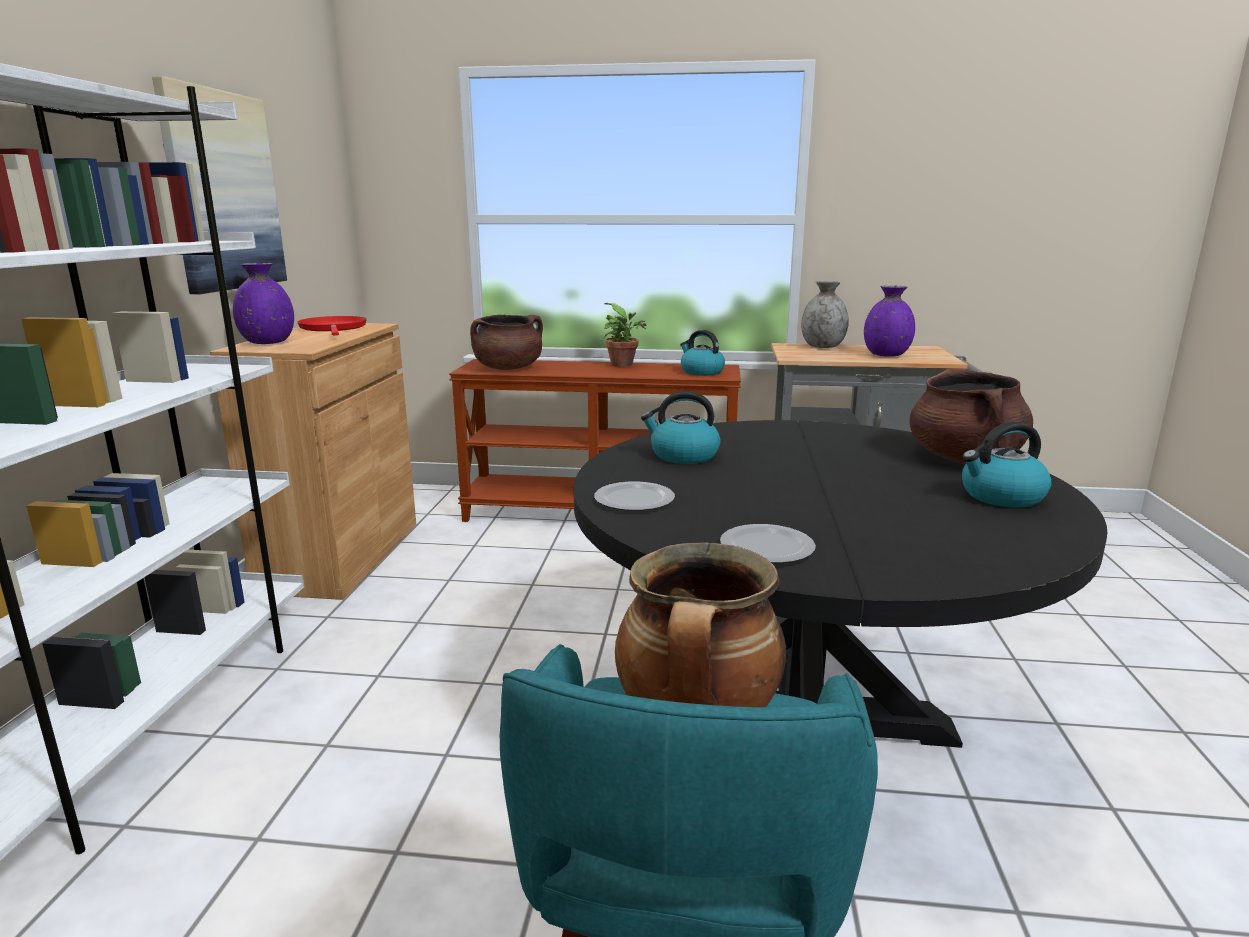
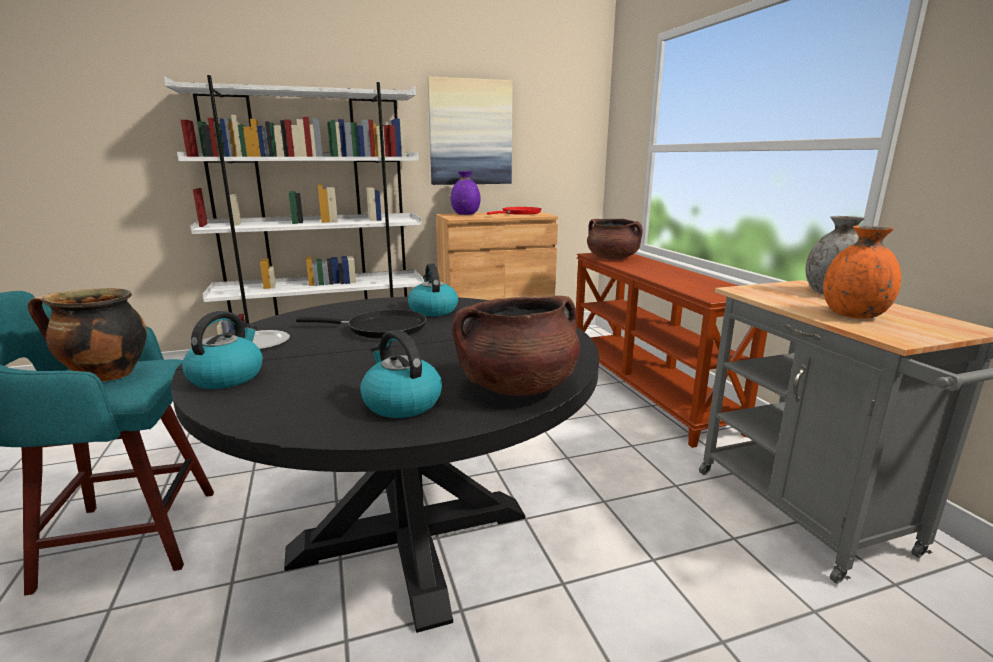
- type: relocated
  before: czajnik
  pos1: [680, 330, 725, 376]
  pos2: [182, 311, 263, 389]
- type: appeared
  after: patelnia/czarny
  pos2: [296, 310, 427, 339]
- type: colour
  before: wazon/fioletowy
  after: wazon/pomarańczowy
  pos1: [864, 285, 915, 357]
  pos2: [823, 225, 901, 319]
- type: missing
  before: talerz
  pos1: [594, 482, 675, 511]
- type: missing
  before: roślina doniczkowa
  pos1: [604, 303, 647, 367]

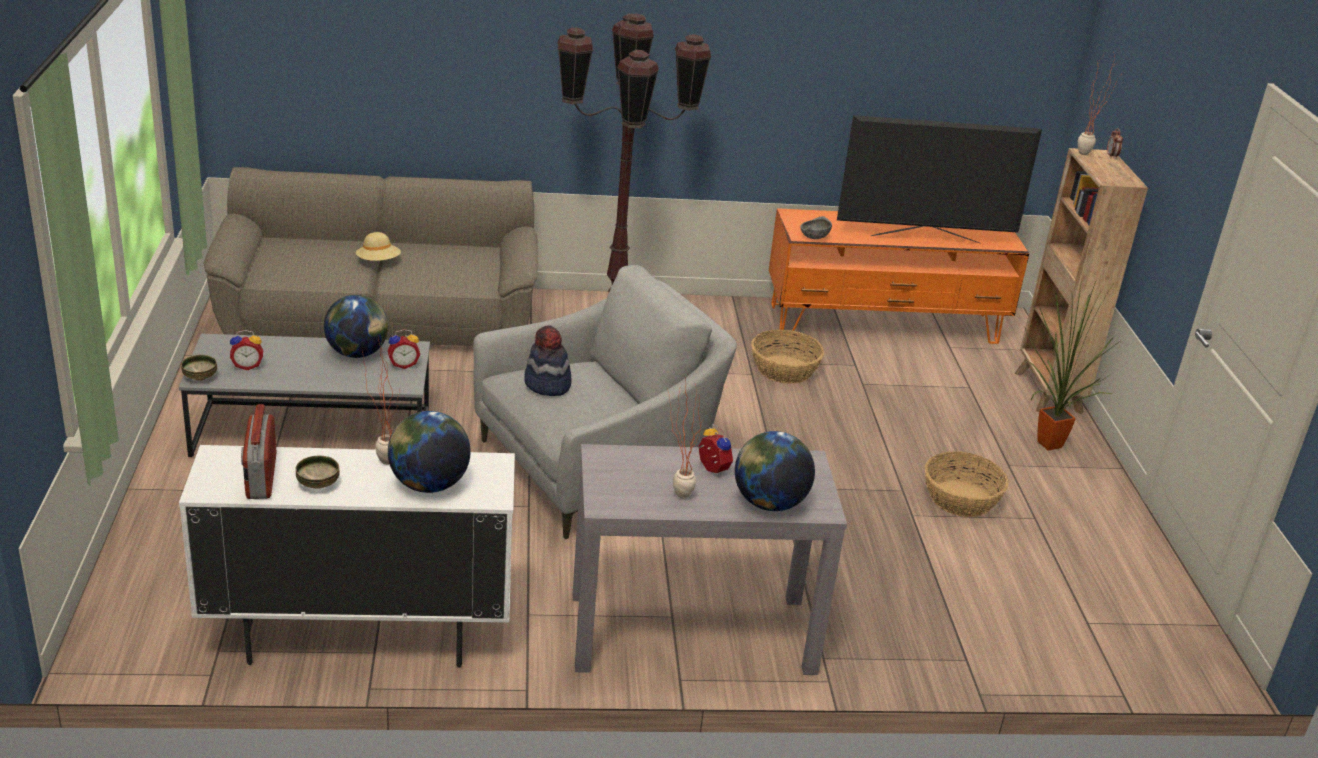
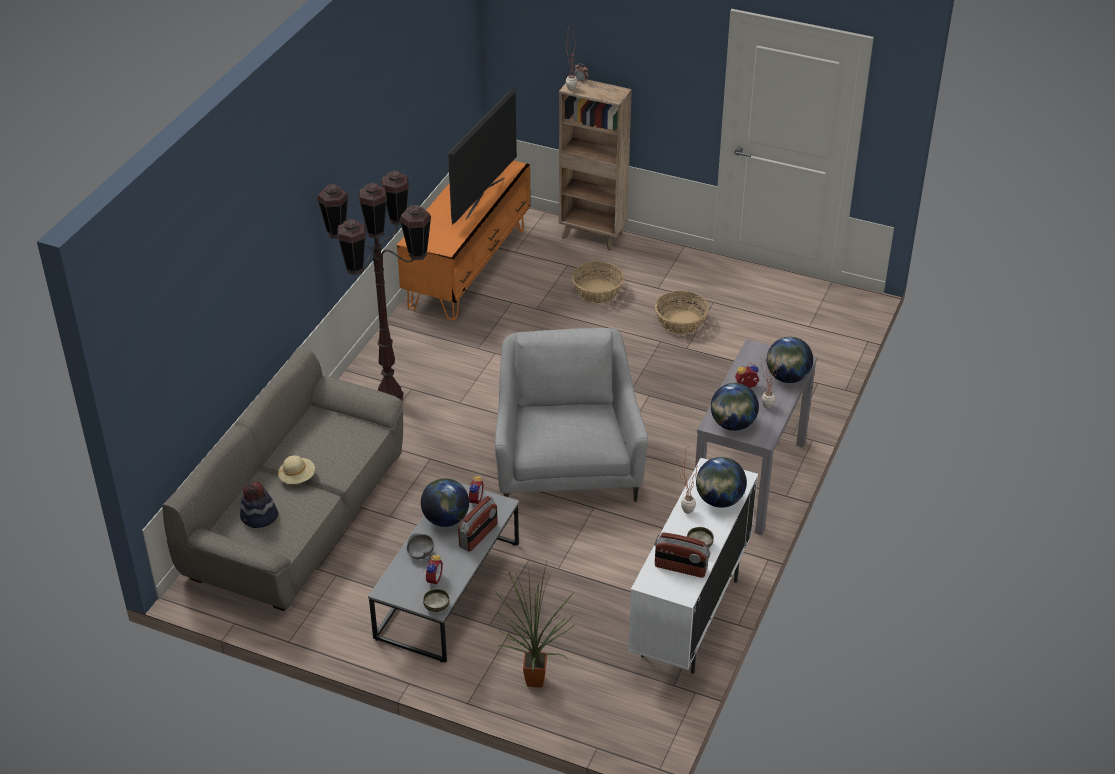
- type: relocated
  before: kapelusz
  pos1: [524, 325, 571, 396]
  pos2: [240, 481, 279, 528]
- type: relocated
  before: miska/szary
  pos1: [800, 216, 832, 239]
  pos2: [406, 533, 434, 559]
- type: appeared
  after: radio
  pos2: [458, 496, 498, 552]
- type: relocated
  before: roślina doniczkowa
  pos1: [1025, 279, 1120, 450]
  pos2: [494, 562, 575, 687]
- type: relocated
  before: koszyk
  pos1: [751, 329, 824, 384]
  pos2: [572, 261, 624, 303]
- type: appeared
  after: globus
  pos2: [711, 383, 759, 431]

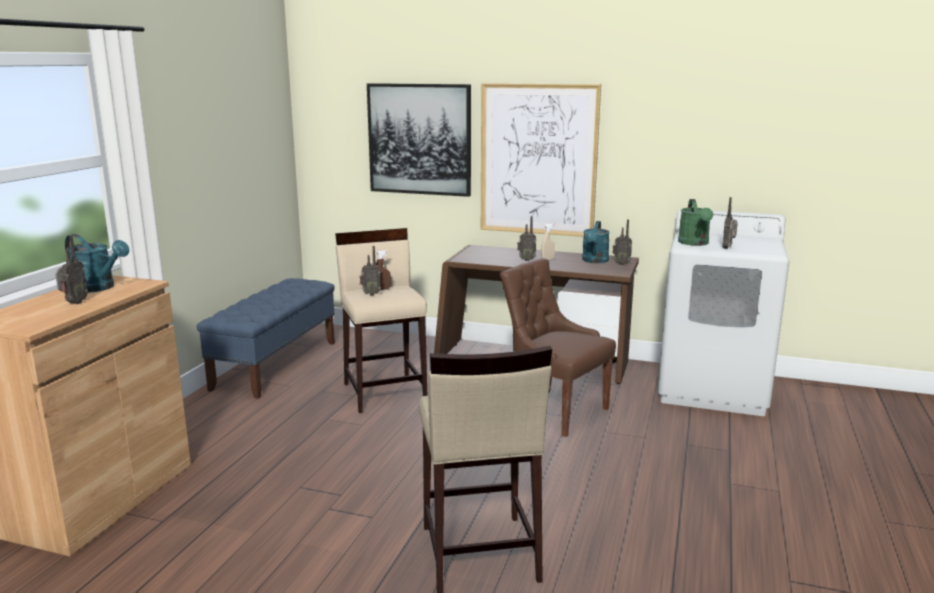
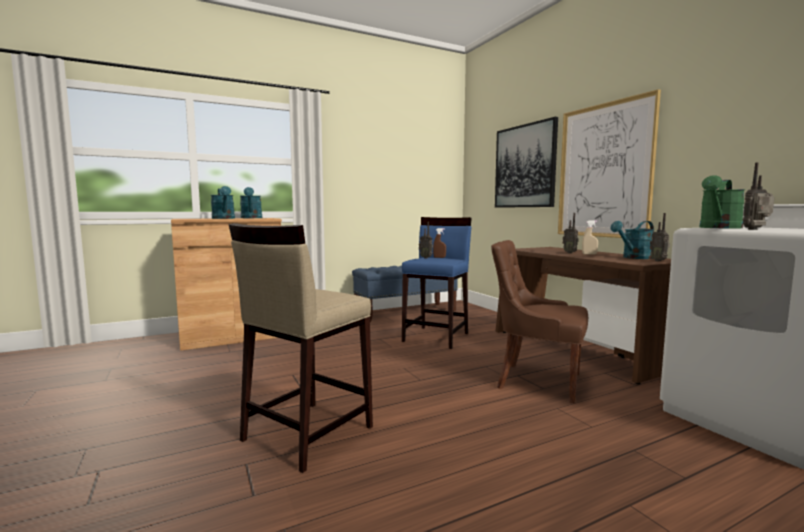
- type: exchanged
  before: radio
  after: konewka/turkusowy
  pos1: [55, 235, 88, 304]
  pos2: [211, 186, 235, 219]
- type: colour
  before: stołek/beżowy
  after: stołek/niebieski
  pos1: [335, 228, 427, 413]
  pos2: [402, 217, 472, 349]
- type: spun
  before: krzesło/brązowy
  pos1: [500, 258, 616, 437]
  pos2: [491, 240, 588, 403]
  turn: -60

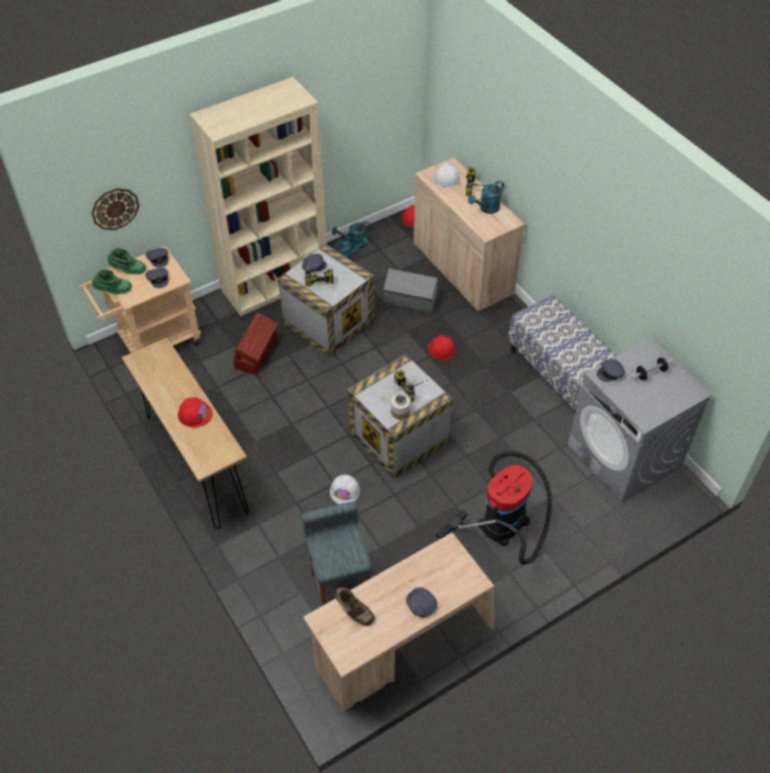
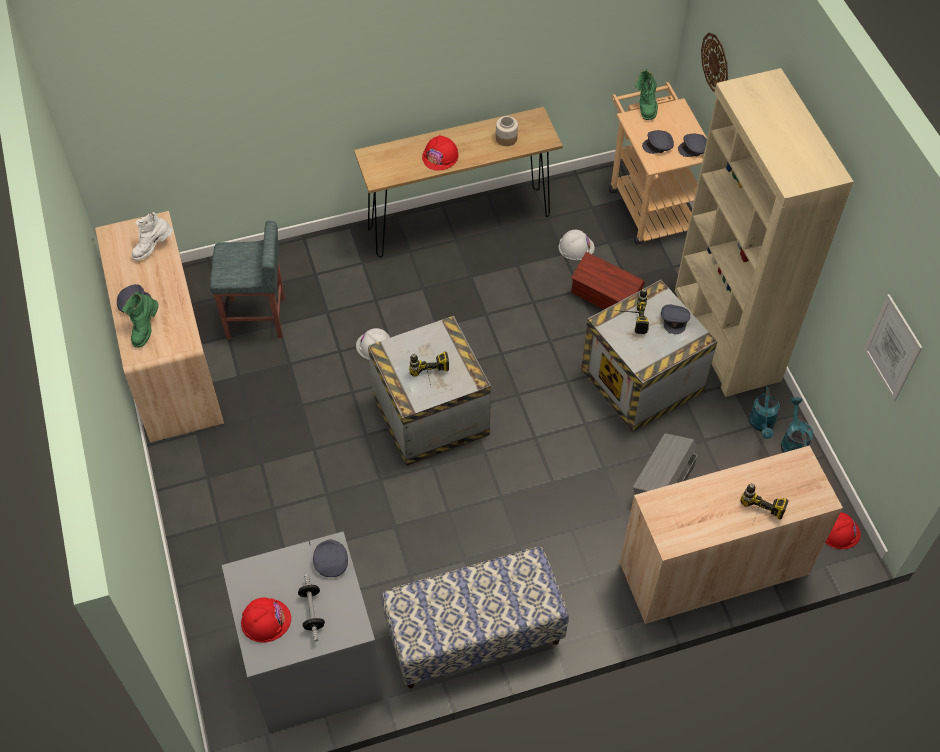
- type: relocated
  before: but z cholewką/zielony
  pos1: [107, 248, 146, 274]
  pos2: [122, 292, 159, 348]
- type: colour
  before: but z cholewką/brązowy
  after: but z cholewką/biały
  pos1: [335, 587, 375, 626]
  pos2: [132, 212, 173, 261]
- type: relocated
  before: kask/czerwony
  pos1: [428, 335, 456, 360]
  pos2: [241, 598, 291, 643]
- type: relocated
  before: słoik
  pos1: [391, 393, 410, 420]
  pos2: [496, 116, 518, 146]
- type: relocated
  before: kask/biały
  pos1: [433, 163, 460, 188]
  pos2: [558, 230, 595, 260]
- type: appeared
  after: obraz
  pos2: [863, 294, 922, 401]
- type: missing
  before: odkurzacz
  pos1: [436, 451, 552, 565]
- type: missing
  before: konewka/turkusowy
  pos1: [468, 181, 504, 214]

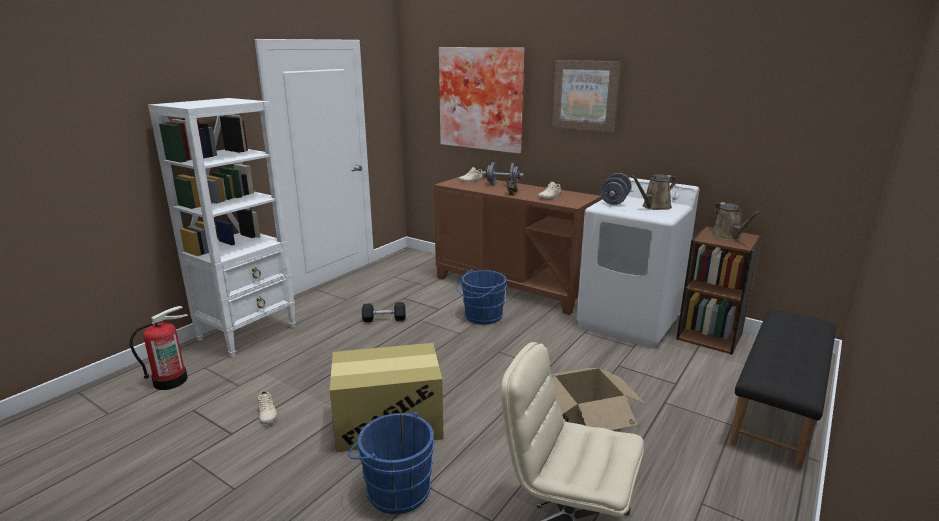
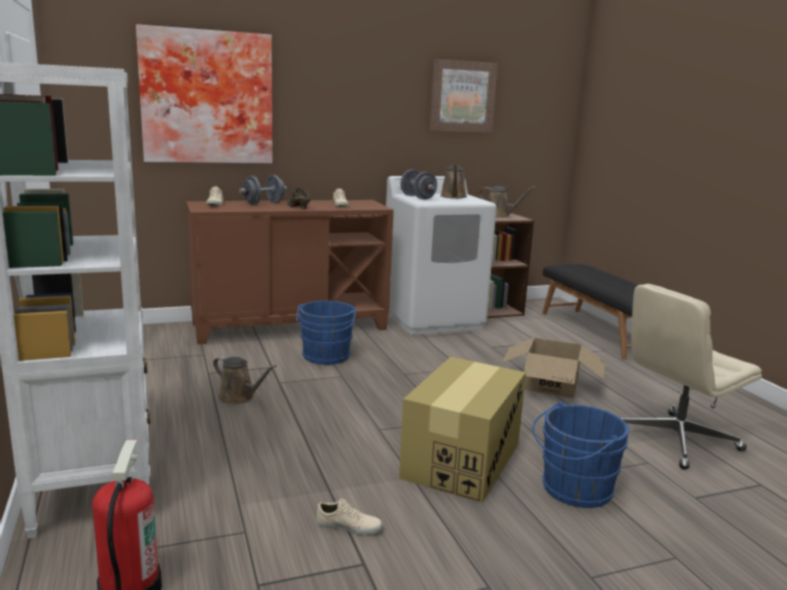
- type: exchanged
  before: hantel/czarny
  after: konewka/brązowy
  pos1: [362, 302, 406, 322]
  pos2: [213, 356, 276, 404]
- type: relocated
  before: obraz
  pos1: [552, 60, 621, 132]
  pos2: [430, 59, 498, 133]

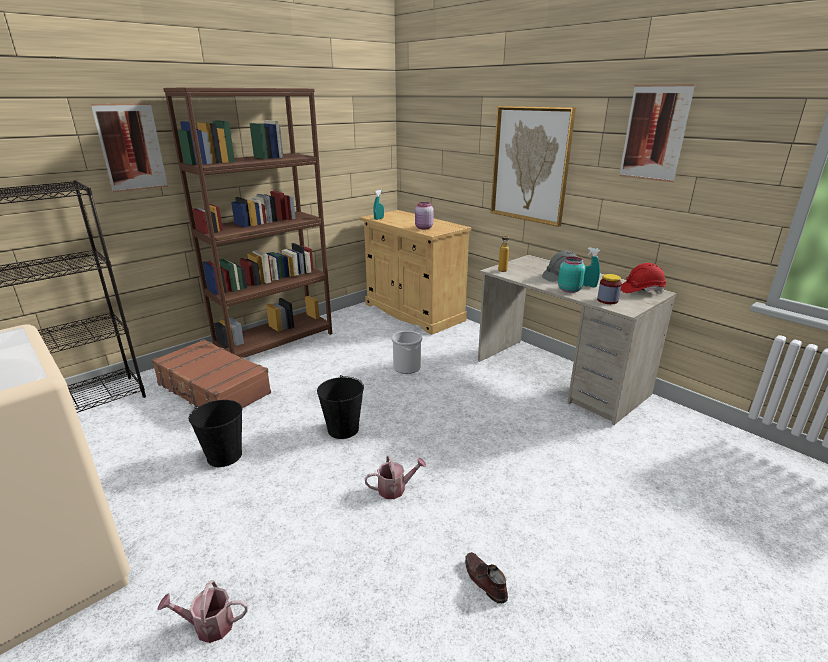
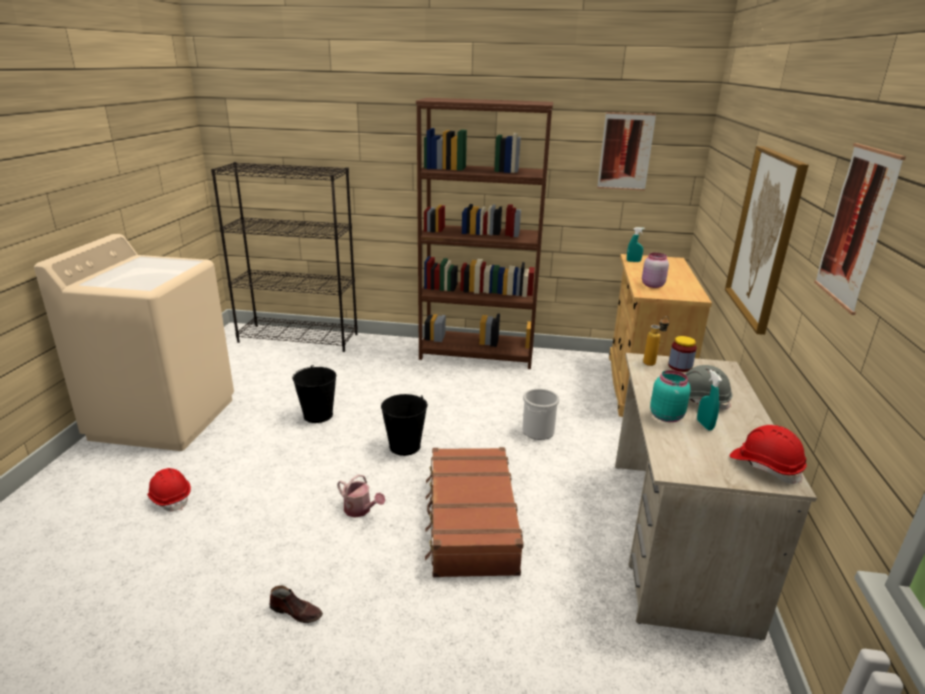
- type: exchanged
  before: konewka
  after: kask/czerwony
  pos1: [157, 580, 248, 643]
  pos2: [147, 468, 191, 512]
- type: spun
  before: but/brązowy
  pos1: [465, 552, 508, 604]
  pos2: [270, 585, 323, 623]
  turn: 90
- type: relocated
  before: walizka/brązowy
  pos1: [152, 339, 271, 408]
  pos2: [425, 447, 524, 577]
- type: relocated
  before: obraz
  pos1: [91, 103, 168, 192]
  pos2: [597, 112, 656, 191]
- type: relocated
  before: słoik
  pos1: [597, 274, 622, 304]
  pos2: [668, 336, 697, 372]

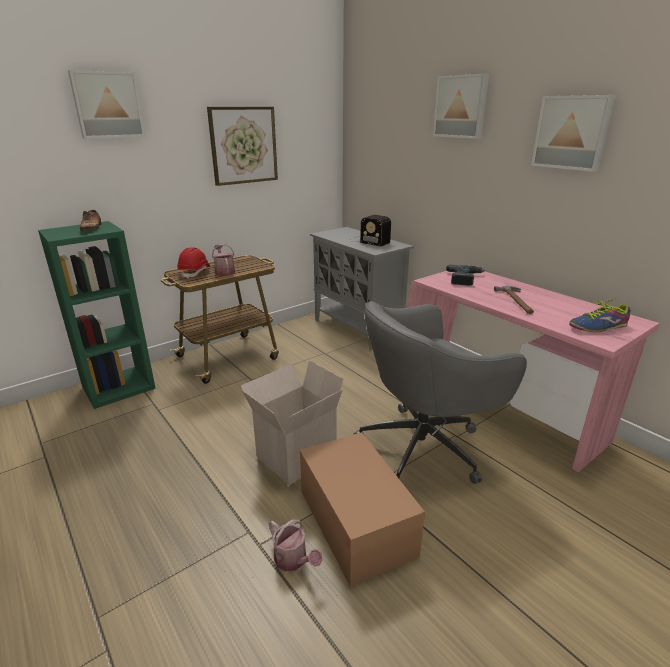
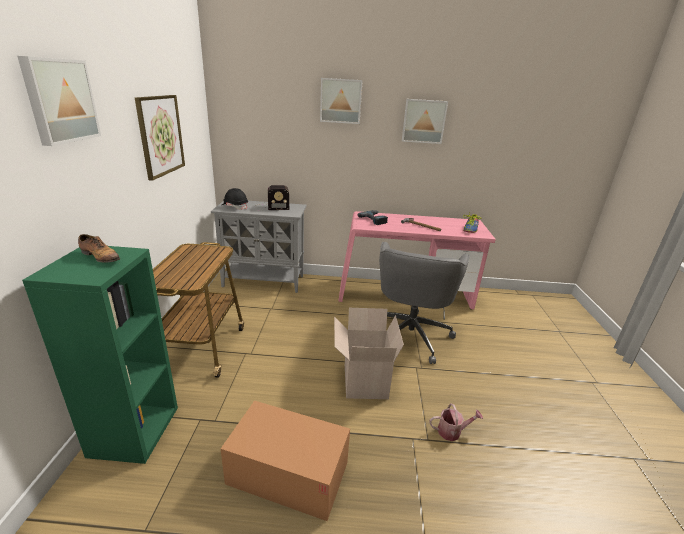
- type: relocated
  before: karton
  pos1: [300, 432, 425, 587]
  pos2: [221, 400, 350, 521]
- type: appeared
  after: kask/czarny
  pos2: [222, 188, 248, 210]
- type: missing
  before: kask/czerwony
  pos1: [177, 247, 210, 279]
- type: missing
  before: konewka
  pos1: [212, 244, 235, 276]

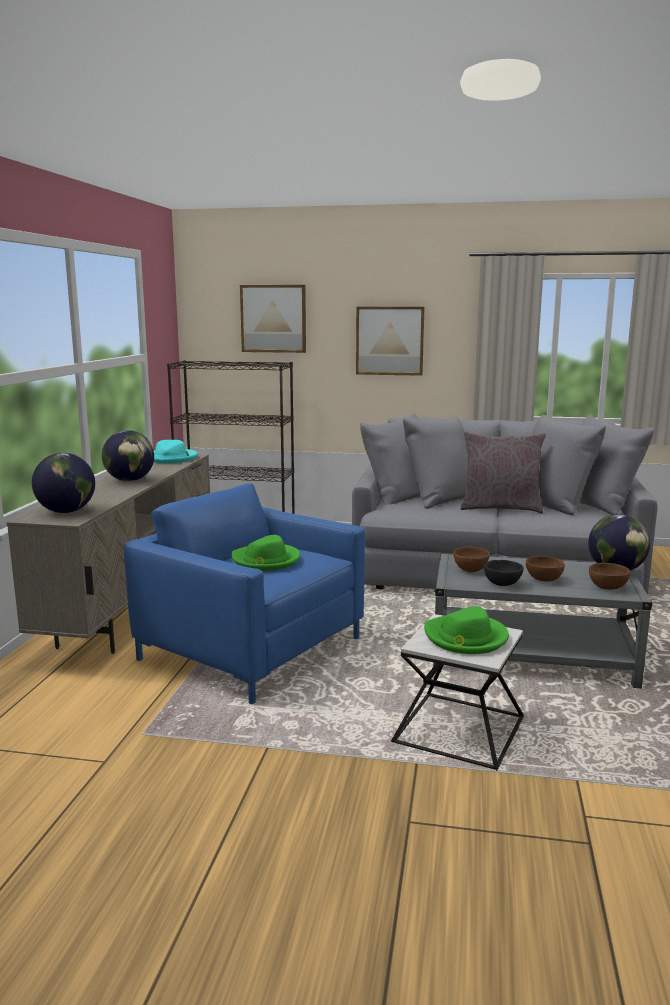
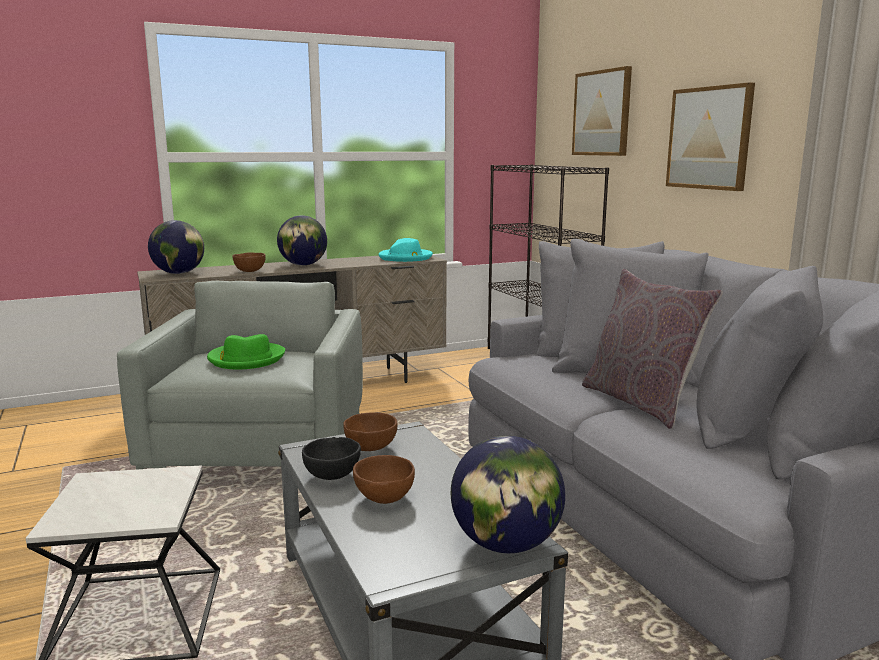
- type: colour
  before: fotel/niebieski
  after: fotel/szary
  pos1: [124, 483, 365, 704]
  pos2: [117, 281, 363, 470]
- type: relocated
  before: miska/brązowy
  pos1: [589, 563, 630, 590]
  pos2: [232, 252, 266, 272]
- type: missing
  before: kapelusz/zielony
  pos1: [424, 606, 509, 654]

